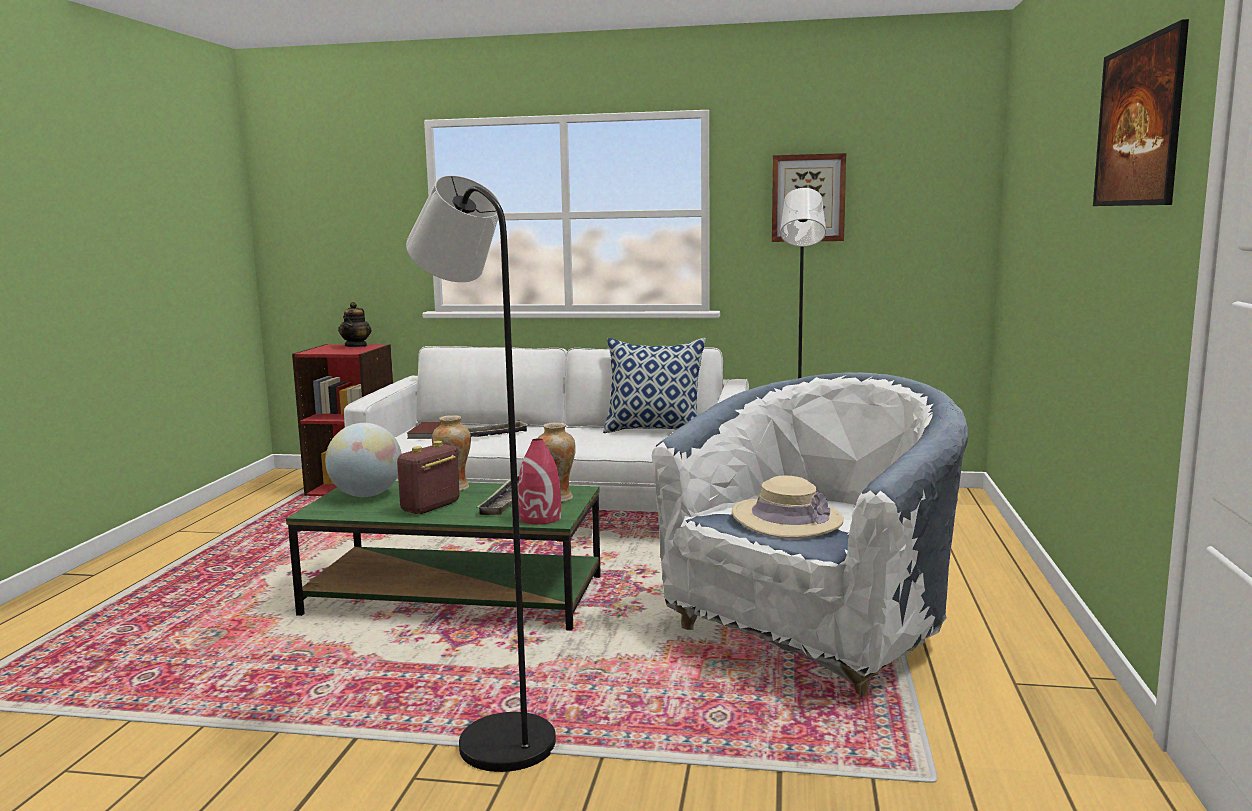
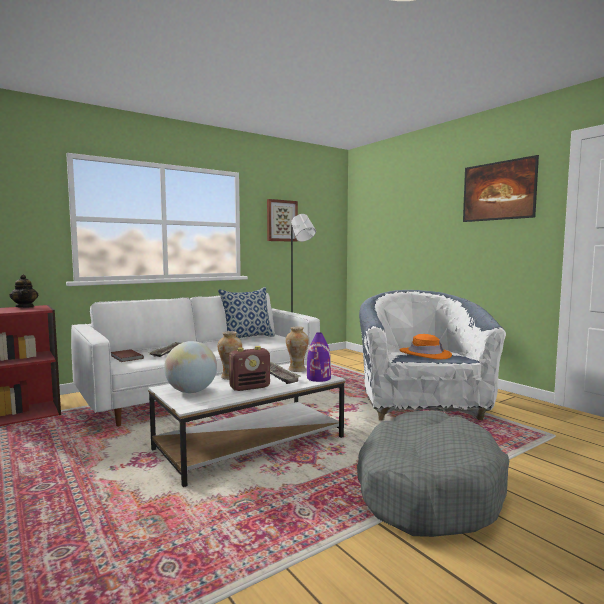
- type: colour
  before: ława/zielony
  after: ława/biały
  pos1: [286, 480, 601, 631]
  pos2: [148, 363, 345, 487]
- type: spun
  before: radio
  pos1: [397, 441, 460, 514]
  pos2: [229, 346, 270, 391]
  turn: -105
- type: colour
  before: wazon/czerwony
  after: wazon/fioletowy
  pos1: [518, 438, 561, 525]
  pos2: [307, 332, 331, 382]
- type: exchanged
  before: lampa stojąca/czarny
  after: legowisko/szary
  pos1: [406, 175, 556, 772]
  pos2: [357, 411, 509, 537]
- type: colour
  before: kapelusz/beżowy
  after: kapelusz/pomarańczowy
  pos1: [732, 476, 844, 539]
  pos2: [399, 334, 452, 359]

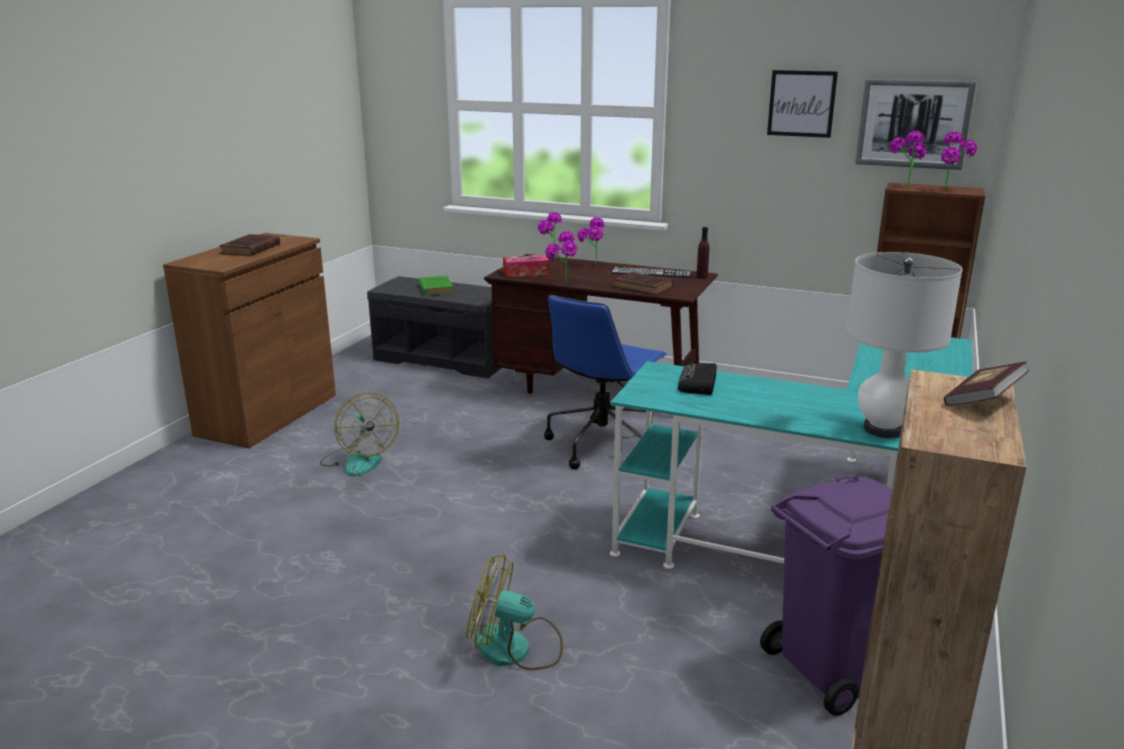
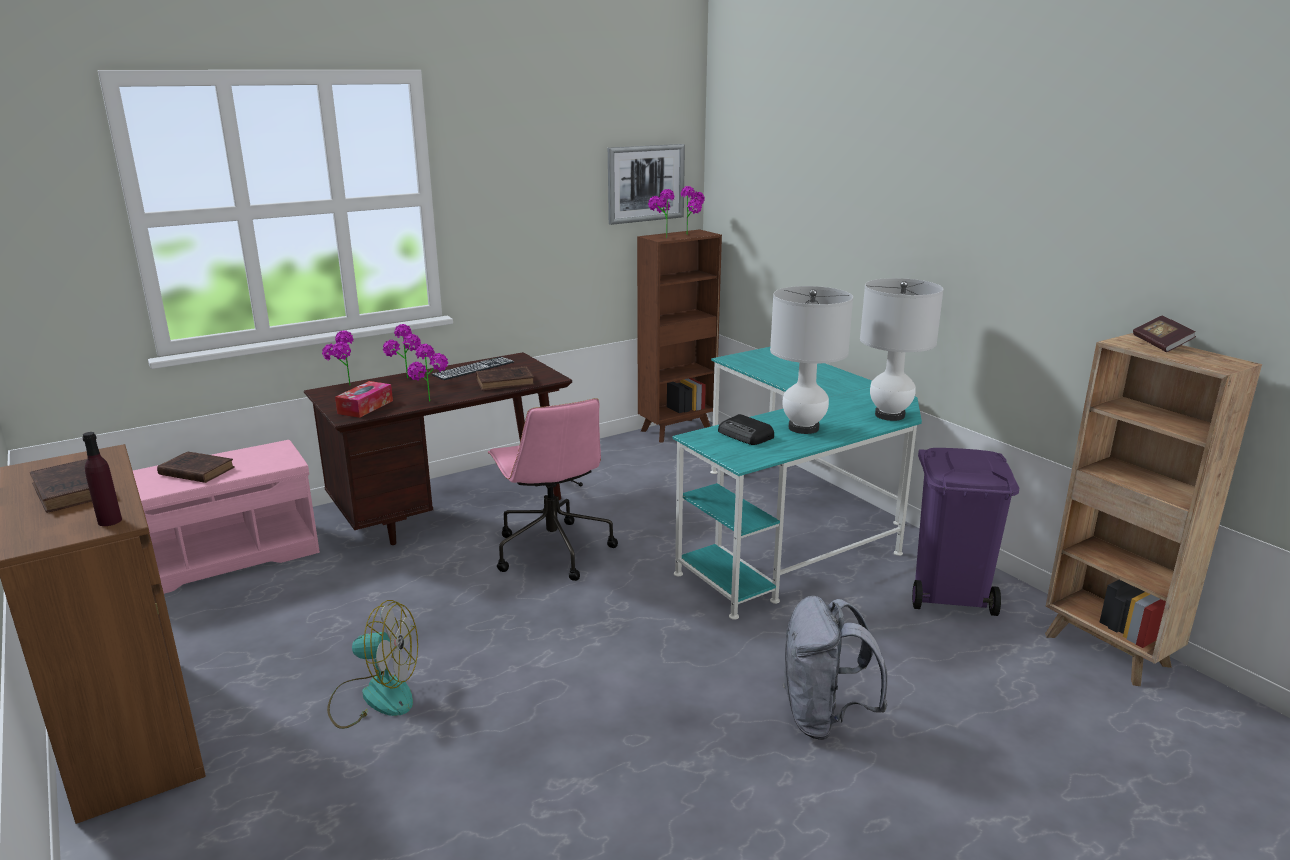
- type: relocated
  before: butelka/fioletowy
  pos1: [697, 227, 710, 279]
  pos2: [82, 432, 122, 526]
- type: colour
  before: ławka/szary
  after: ławka/różowy
  pos1: [367, 276, 501, 378]
  pos2: [133, 440, 320, 594]
- type: colour
  before: książka/zielony
  after: książka/brązowy
  pos1: [419, 276, 454, 296]
  pos2: [157, 452, 235, 483]
- type: colour
  before: krzesło biurowe/niebieski
  after: krzesło biurowe/różowy
  pos1: [544, 295, 668, 469]
  pos2: [488, 398, 618, 581]
- type: appeared
  after: lampa stołowa/biały
  pos2: [770, 286, 853, 434]
- type: exchanged
  before: wentylator
  after: plecak/szary
  pos1: [467, 554, 563, 671]
  pos2: [782, 596, 887, 740]
- type: missing
  before: obraz
  pos1: [767, 70, 838, 138]

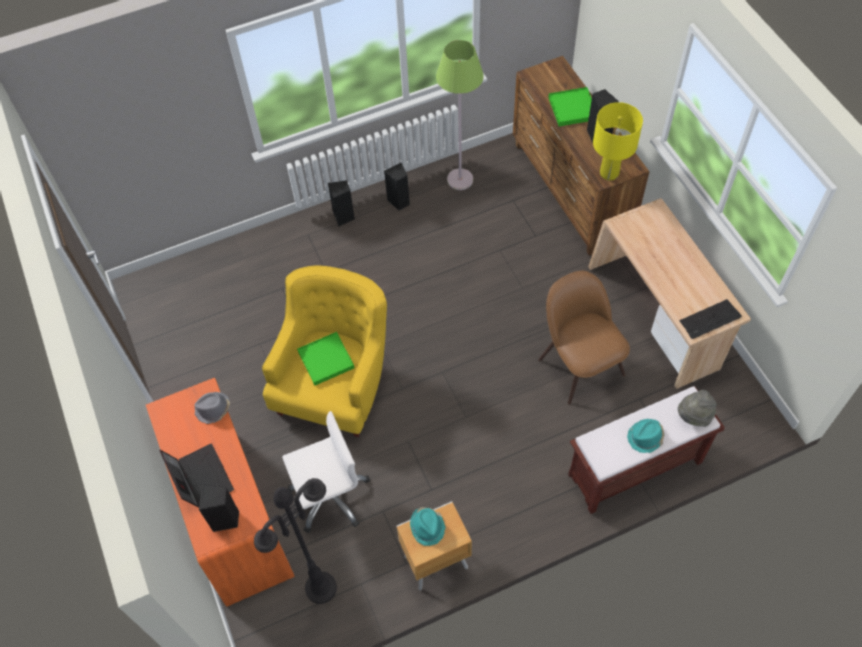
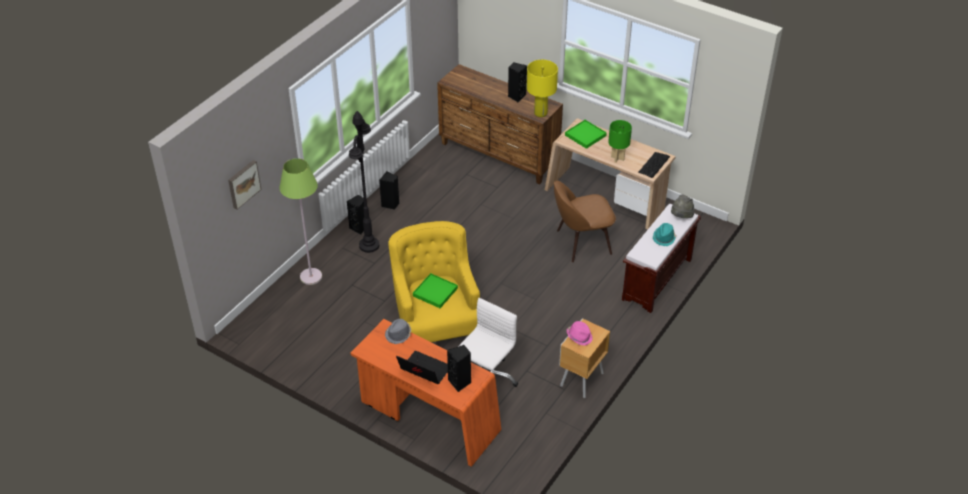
- type: appeared
  after: obraz
  pos2: [228, 160, 261, 210]
- type: relocated
  before: lampa stojąca/zielony
  pos1: [436, 40, 484, 190]
  pos2: [279, 158, 322, 285]
- type: relocated
  before: lampa stojąca/czarny
  pos1: [254, 478, 337, 604]
  pos2: [349, 111, 379, 253]
- type: spun
  before: krzesło/brązowy
  pos1: [538, 271, 630, 405]
  pos2: [554, 180, 616, 262]
  turn: -45
- type: relocated
  before: taca/zielony
  pos1: [548, 87, 592, 126]
  pos2: [565, 120, 607, 149]
- type: colour
  before: kapelusz/turkusowy
  after: kapelusz/różowy
  pos1: [410, 507, 445, 546]
  pos2: [567, 321, 593, 346]
- type: appeared
  after: lampa stołowa/zielony
  pos2: [608, 120, 632, 163]

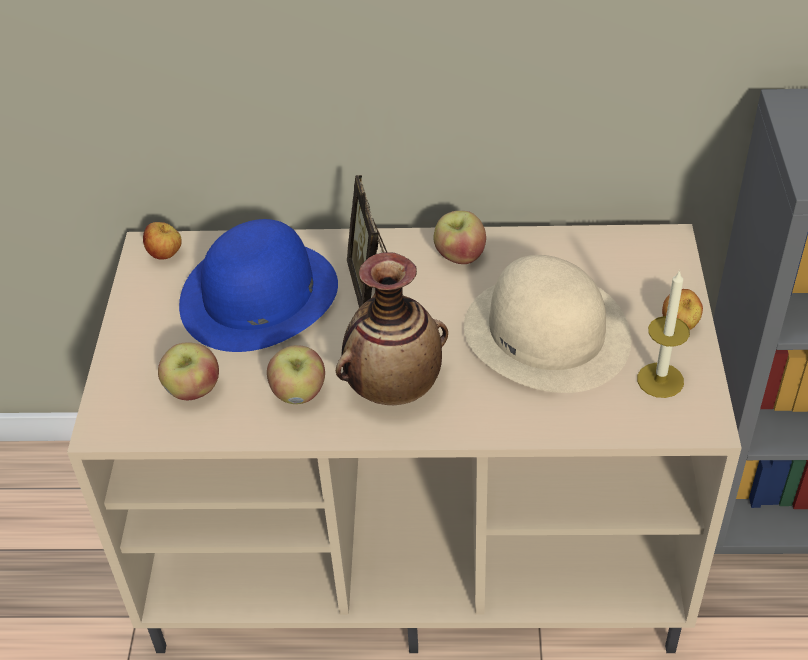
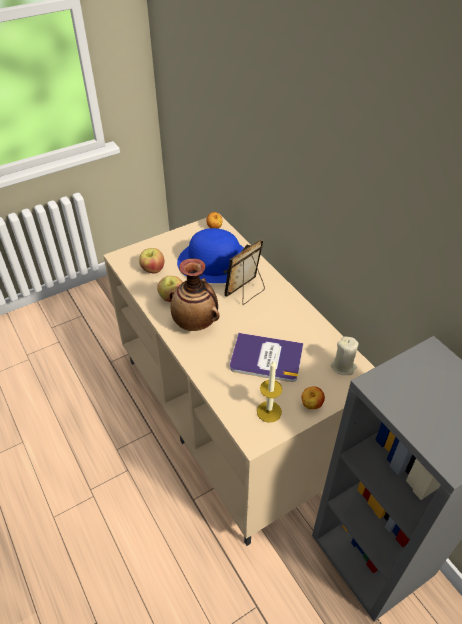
- type: exchanged
  before: kapelusz/beżowy
  after: książka
  pos1: [464, 255, 631, 393]
  pos2: [230, 333, 303, 382]
- type: appeared
  after: świeca/beżowy
  pos2: [331, 336, 359, 375]
- type: missing
  before: jabłko
  pos1: [434, 211, 486, 264]

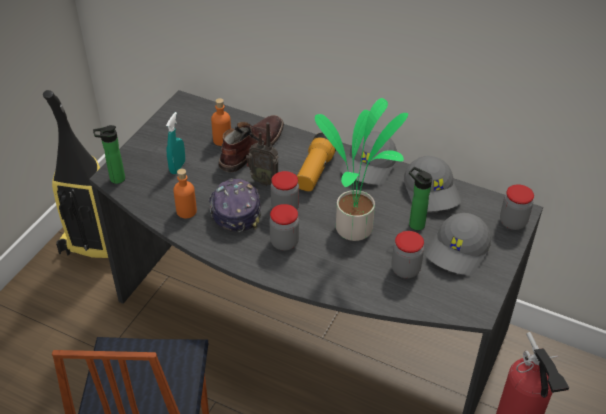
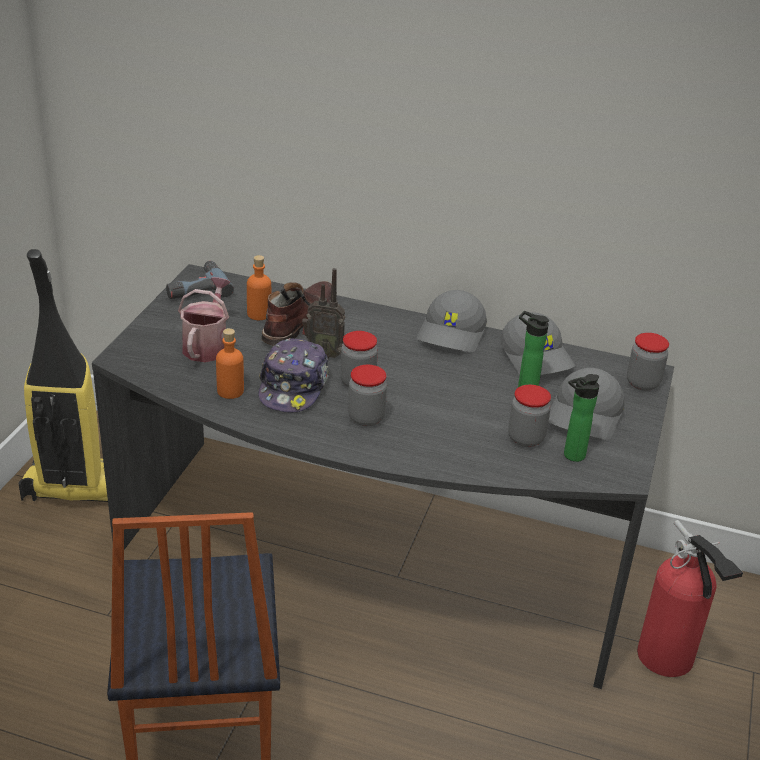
- type: appeared
  after: wiertarka
  pos2: [166, 261, 234, 299]
- type: exchanged
  before: spryskiwacz/turkusowy
  after: konewka
  pos1: [166, 112, 185, 174]
  pos2: [178, 277, 230, 362]
- type: spun
  before: czapka z daszkiem
  pos1: [208, 178, 261, 233]
  pos2: [258, 338, 329, 412]
  turn: -150
- type: relocated
  before: butelka
  pos1: [93, 125, 125, 184]
  pos2: [564, 374, 599, 462]
- type: missing
  before: latarka
  pos1: [297, 133, 336, 191]
- type: missing
  before: roślina doniczkowa
  pos1: [315, 98, 408, 241]

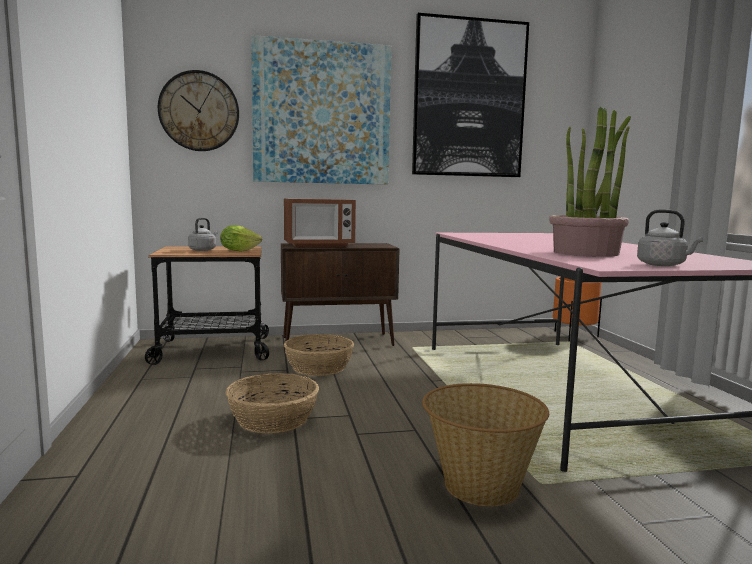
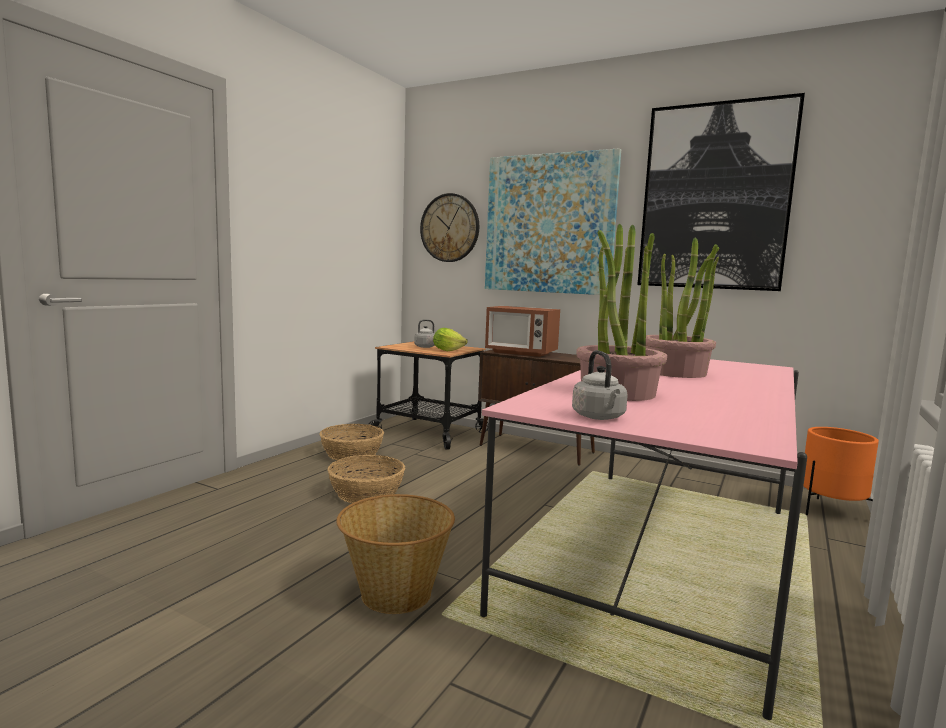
- type: relocated
  before: koszyk
  pos1: [284, 334, 354, 376]
  pos2: [320, 424, 384, 461]
- type: appeared
  after: roślina doniczkowa
  pos2: [646, 238, 719, 378]

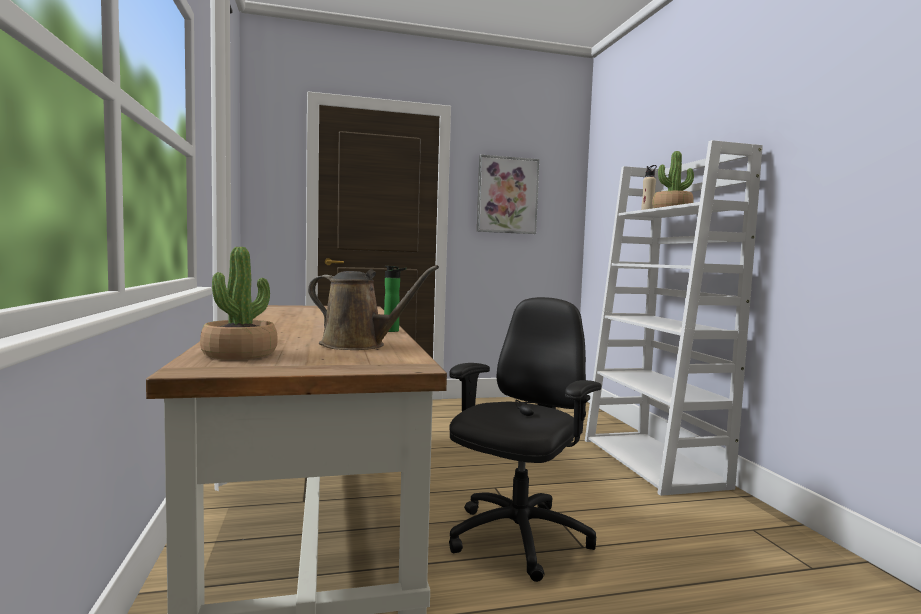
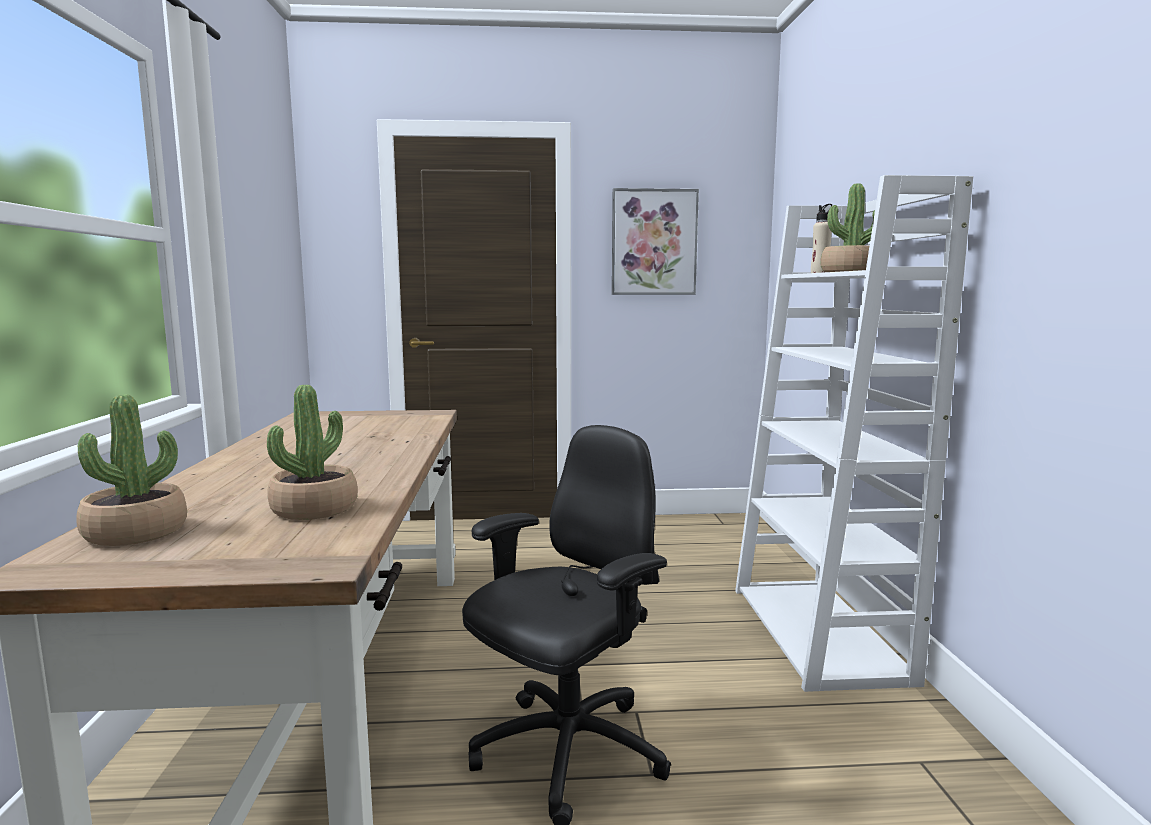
- type: exchanged
  before: konewka/brązowy
  after: roślina doniczkowa
  pos1: [308, 265, 439, 350]
  pos2: [267, 385, 358, 520]
- type: missing
  before: butelka
  pos1: [384, 266, 407, 332]

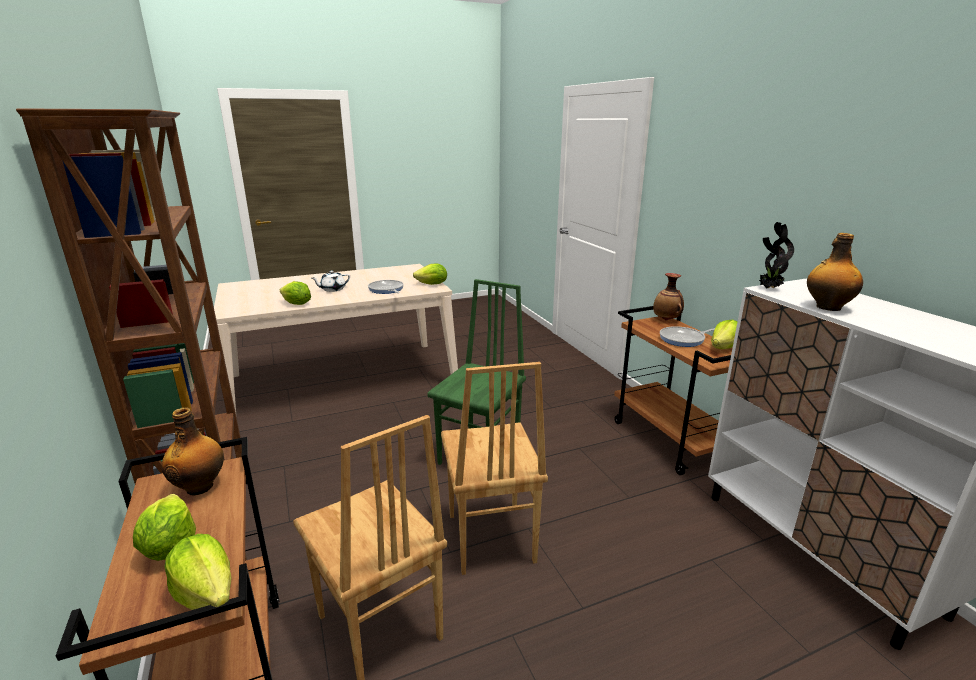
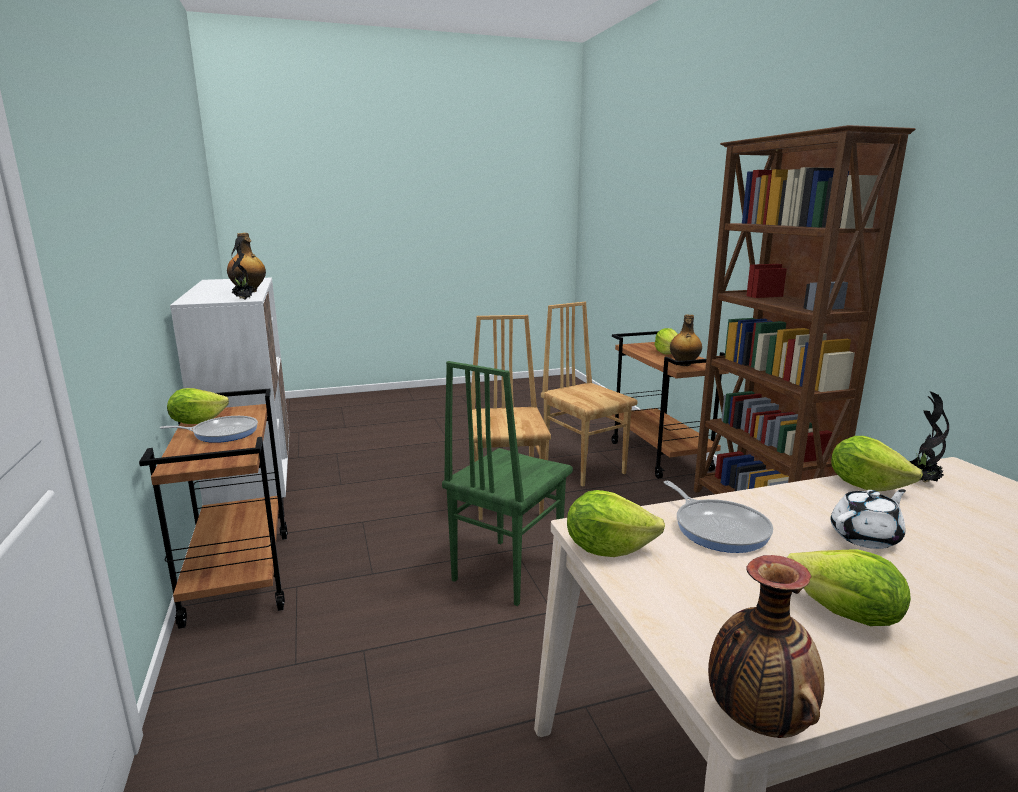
- type: relocated
  before: wazon
  pos1: [653, 273, 684, 320]
  pos2: [708, 555, 824, 738]
- type: relocated
  before: sałata
  pos1: [164, 534, 232, 610]
  pos2: [787, 549, 911, 626]
- type: appeared
  after: roślina doniczkowa
  pos2: [910, 391, 949, 482]

